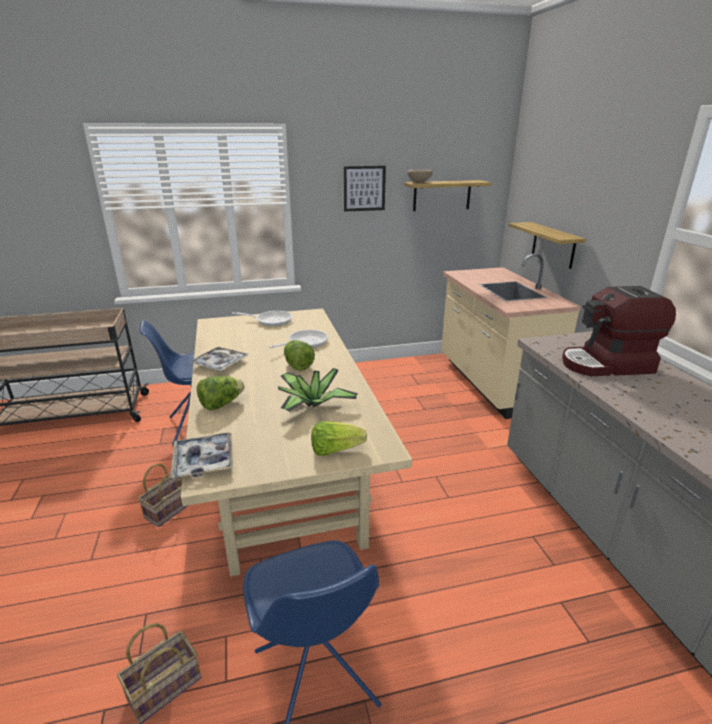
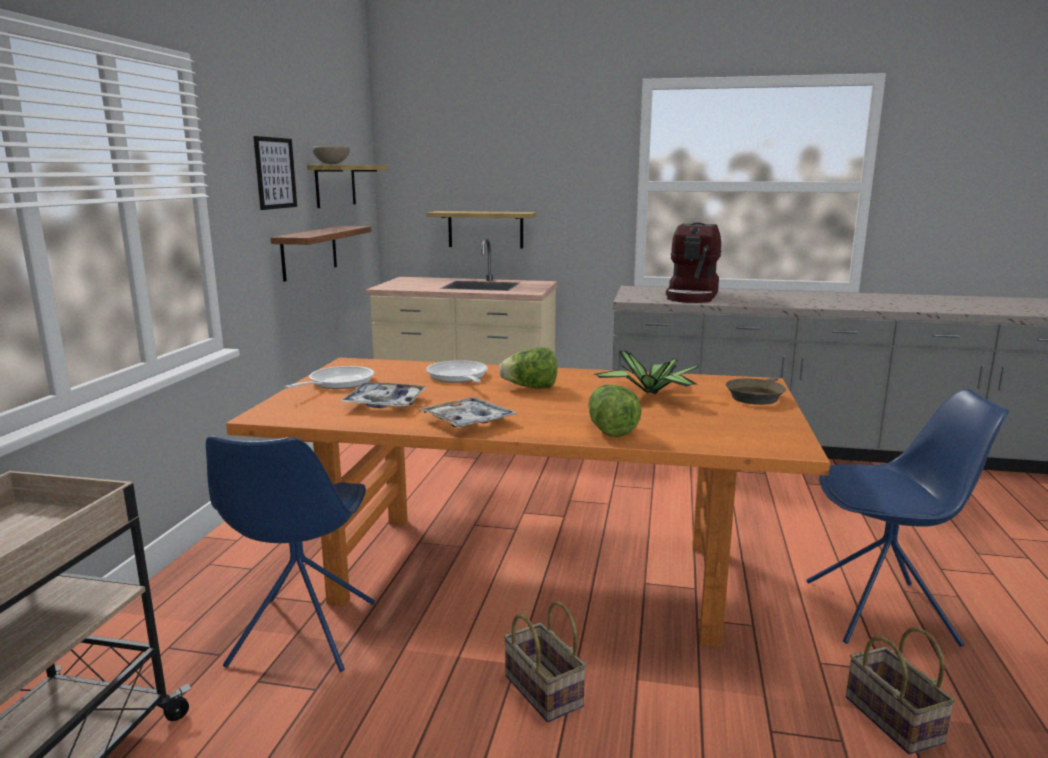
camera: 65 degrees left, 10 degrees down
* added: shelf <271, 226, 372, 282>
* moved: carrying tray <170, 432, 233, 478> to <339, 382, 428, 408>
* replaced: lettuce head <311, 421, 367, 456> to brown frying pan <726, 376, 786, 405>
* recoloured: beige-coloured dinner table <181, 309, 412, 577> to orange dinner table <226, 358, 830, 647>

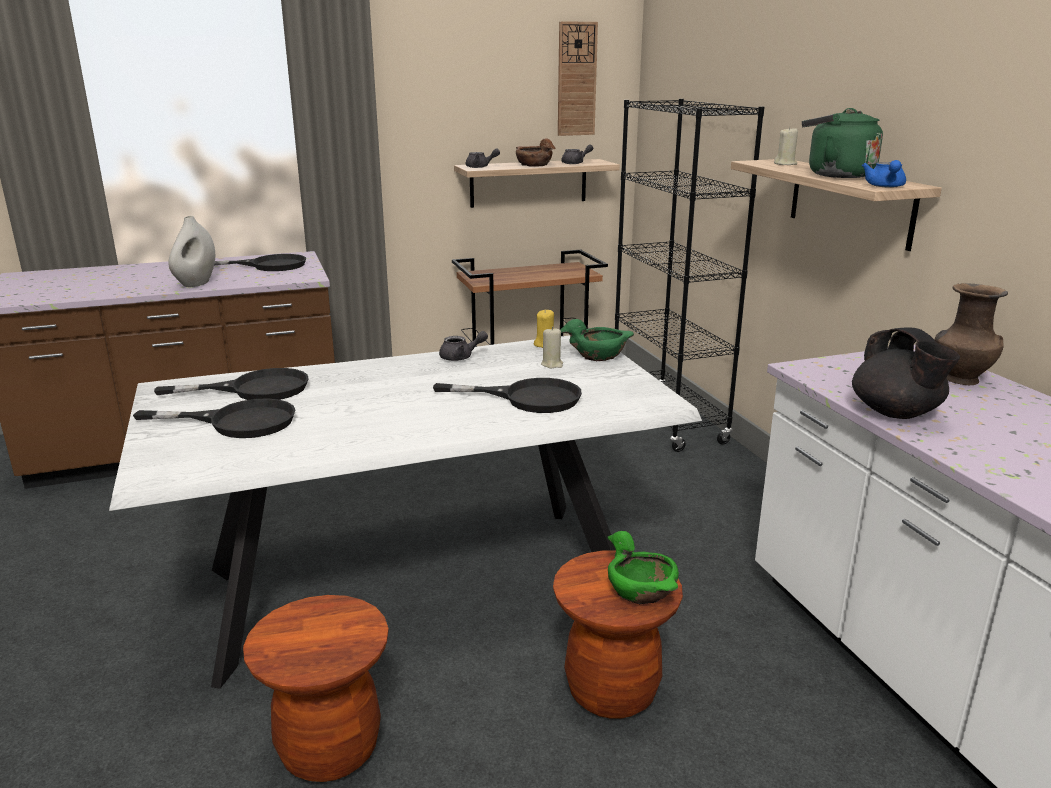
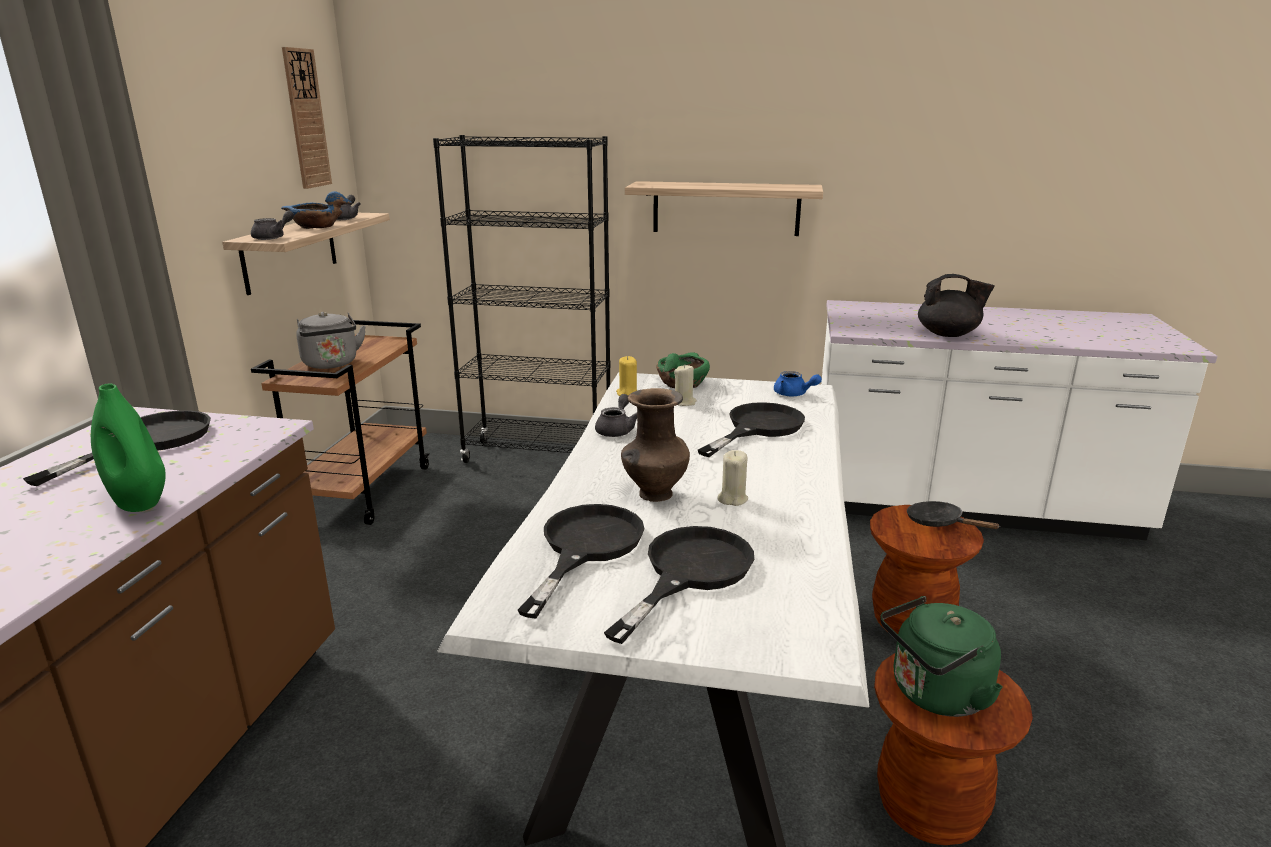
camera: 60 degrees left, 0 degrees up
* added: greyish water kettle <296, 312, 366, 369>
* moved: beige-coloured wax light <774, 127, 798, 165> to <718, 450, 748, 506>
* moved: greenish water kettle <802, 108, 883, 178> to <880, 596, 1003, 717>
* moved: bluish tea pot <862, 160, 906, 188> to <774, 371, 822, 396>
* moved: brown vase <935, 283, 1008, 385> to <621, 388, 690, 502>
* replaced: greenish deep dish <608, 531, 679, 605> to black-coloured frying pan <907, 501, 1000, 529>
* recoloured: white vase <168, 216, 215, 287> to greenish vase <91, 383, 166, 512>
* recoloured: brown deep dish <516, 138, 556, 167> to bluish deep dish <281, 191, 352, 229>

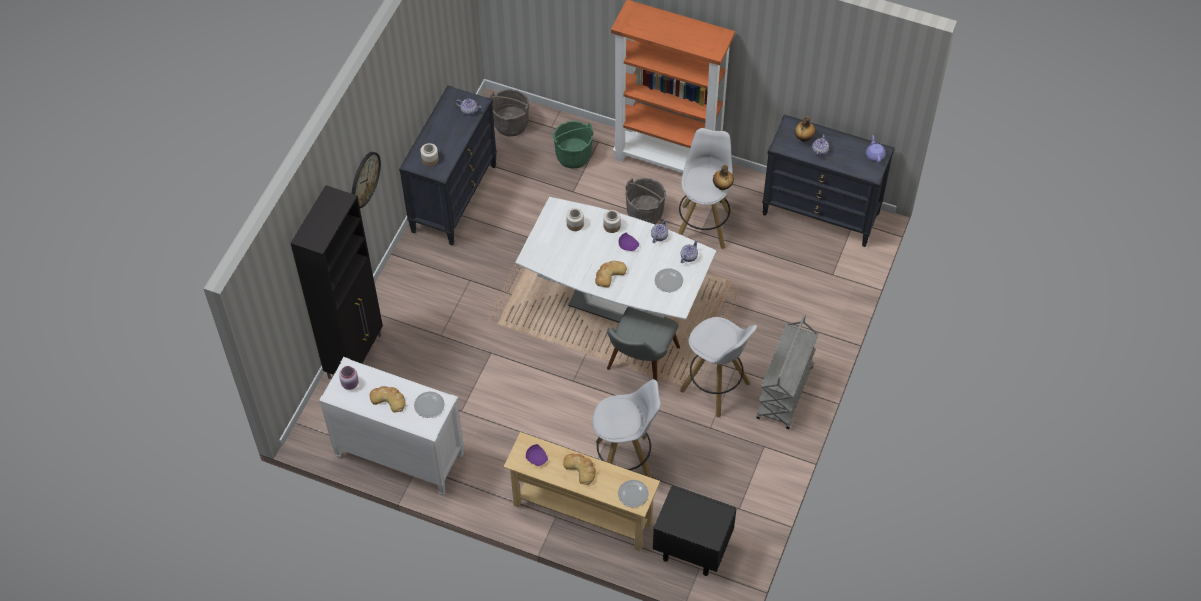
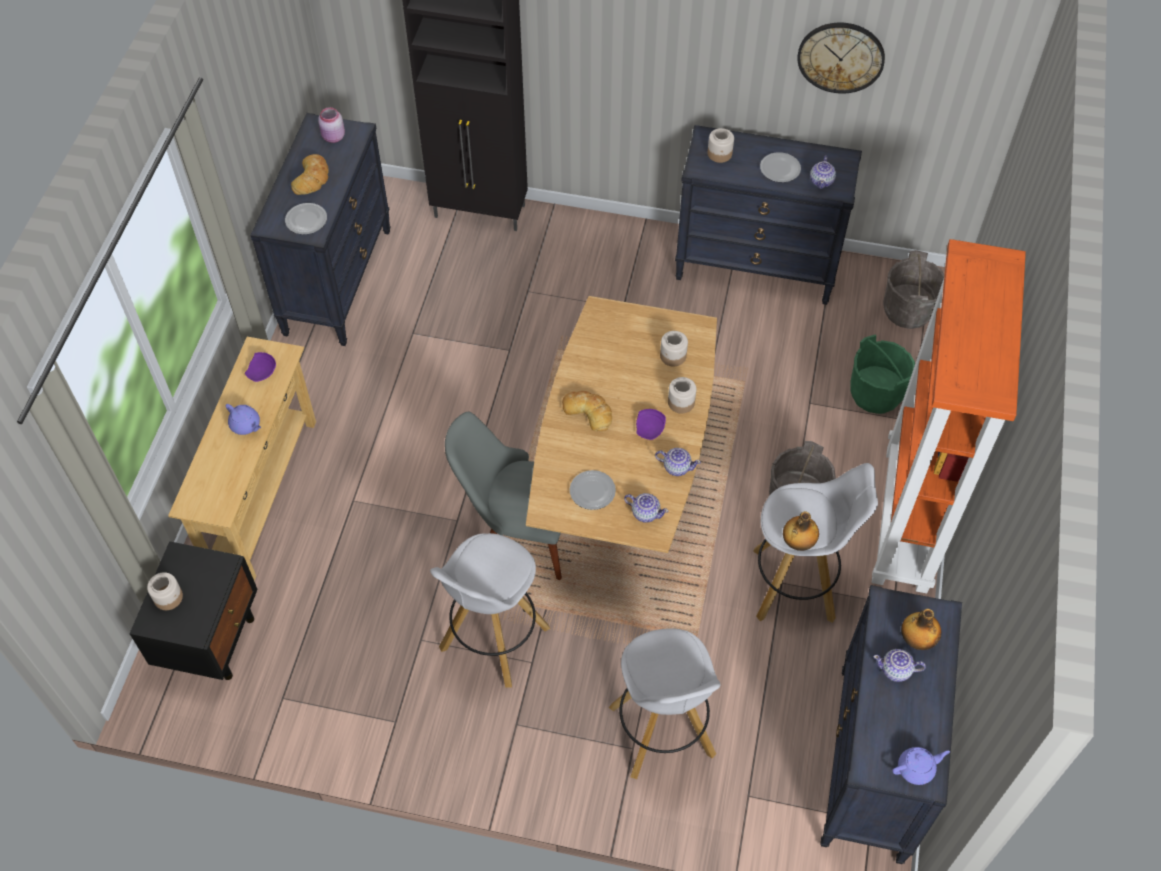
camera: 80 degrees right, 0 degrees up
* removed: greyish wheeled cart <756, 315, 818, 429>
* added: storage jar <147, 572, 183, 610>
* moved: clock on the wall <352, 152, 381, 208> to <797, 23, 885, 93>
* moved: white stool <593, 379, 661, 478> to <609, 628, 720, 779>
* moved: flat dish <618, 480, 649, 507> to <760, 152, 801, 182>
* replaced: bread <563, 453, 596, 485> to purplish tea pot <225, 404, 261, 435>
* recoloured: white chest of drawers <319, 357, 464, 496> to black-coloured chest of drawers <250, 113, 391, 346>
* recoloured: white dinner table <515, 197, 716, 323> to brown dinner table <526, 296, 717, 553>

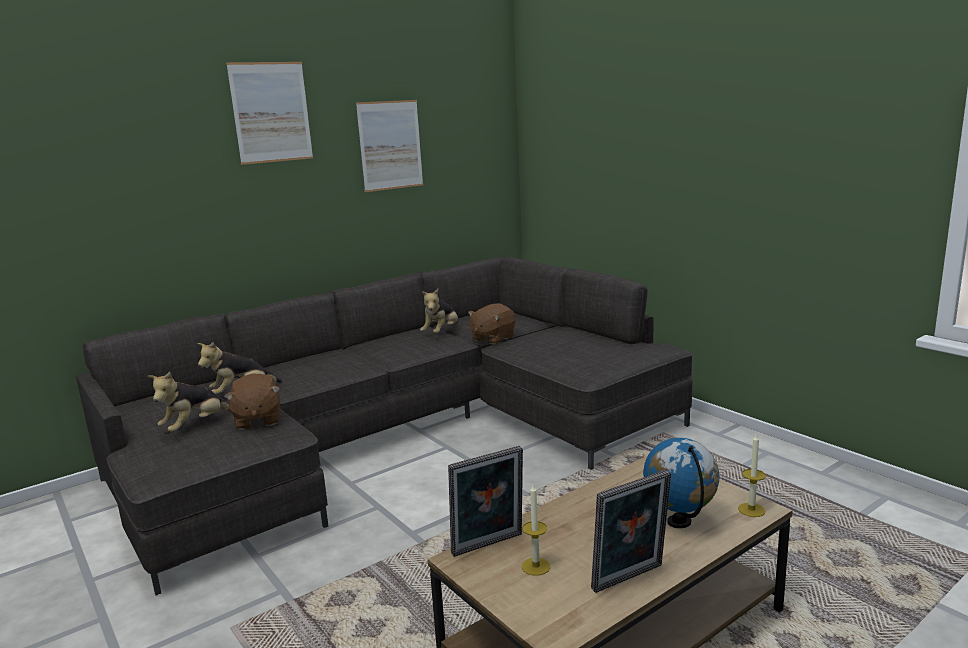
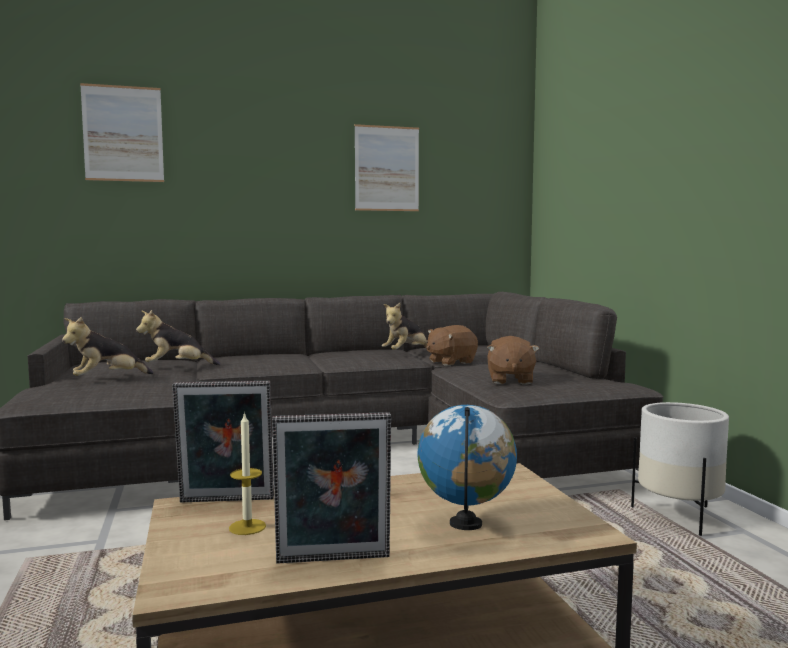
camera: 20 degrees right, 10 degrees down
* removed: wax light <738, 433, 766, 517>
* added: white planter <631, 402, 729, 536>
* moved: brown soft toy <224, 374, 280, 430> to <487, 336, 540, 385>
* moved: picture <226, 62, 313, 165> to <80, 83, 164, 182>

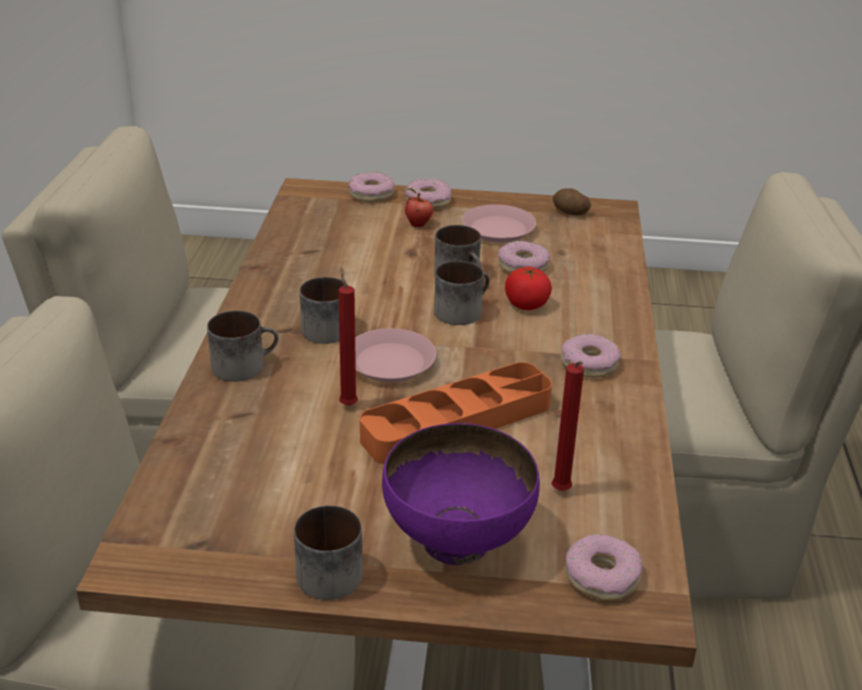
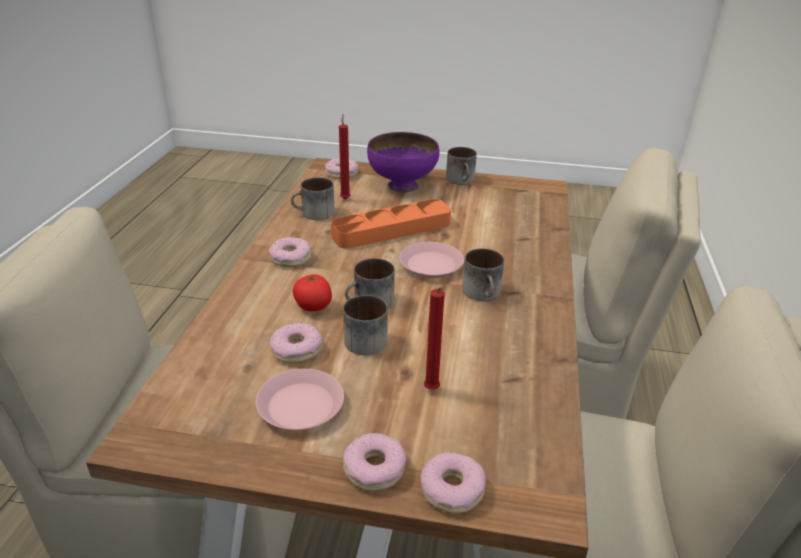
camera: 175 degrees left, 0 degrees up
* removed: apple fruit <401, 188, 433, 227>
* removed: whole potato <553, 189, 591, 216>
* moved: coffee mug <207, 311, 279, 382> to <291, 177, 335, 220>
* moved: red wax light <338, 268, 358, 406> to <424, 287, 445, 390>

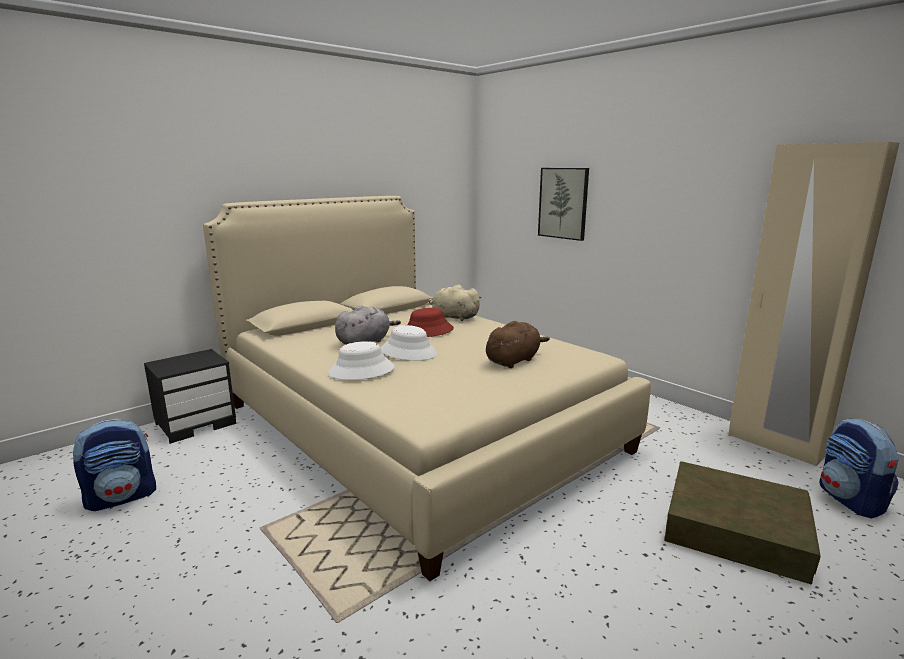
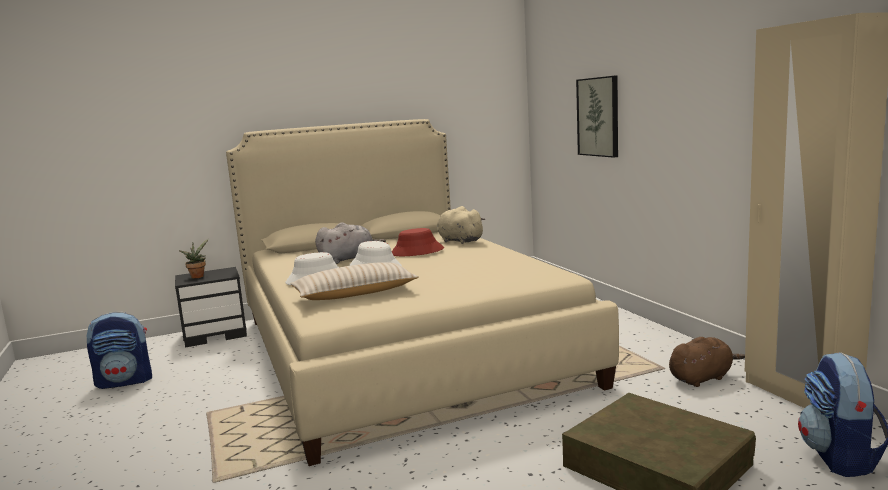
camera: 20 degrees right, 5 degrees down
* added: potted plant <179, 239, 209, 279>
* added: beige-coloured throw pillow <291, 262, 418, 300>
* moved: brown soft toy <486, 321, 550, 368> to <669, 337, 745, 387>

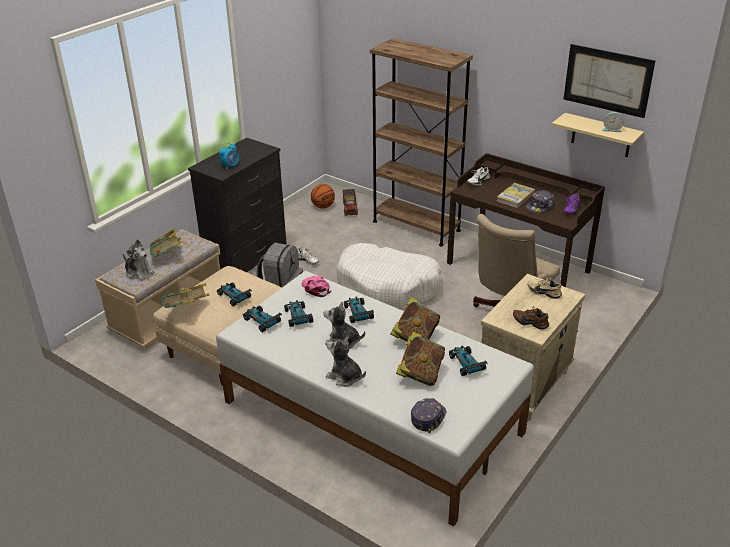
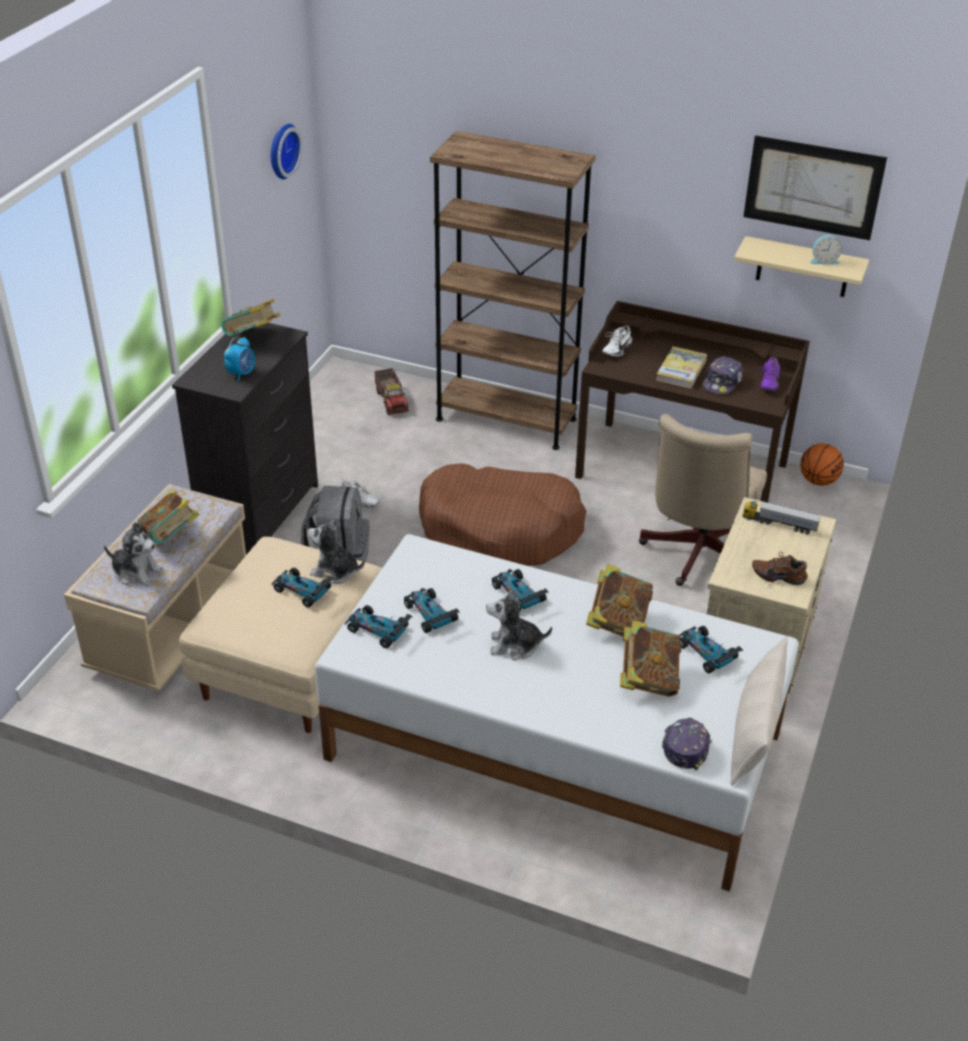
camera: 15 degrees left, 5 degrees up
* removed: pinkish peaked cap <301, 276, 331, 297>
* added: clock on the wall <271, 124, 303, 179>
* added: beige-coloured throw pillow <731, 637, 788, 786>
* moved: book <162, 283, 209, 308> to <222, 299, 280, 336>
* moved: basketball <311, 184, 335, 208> to <800, 443, 844, 486>
* moved: soft toy <326, 335, 366, 387> to <308, 517, 365, 584>
* replaced: beige-coloured item of footwear <527, 277, 562, 299> to toy lorry <742, 501, 821, 535>
* recoloured: white dog cushion <336, 243, 441, 310> to brown dog cushion <419, 463, 586, 566>

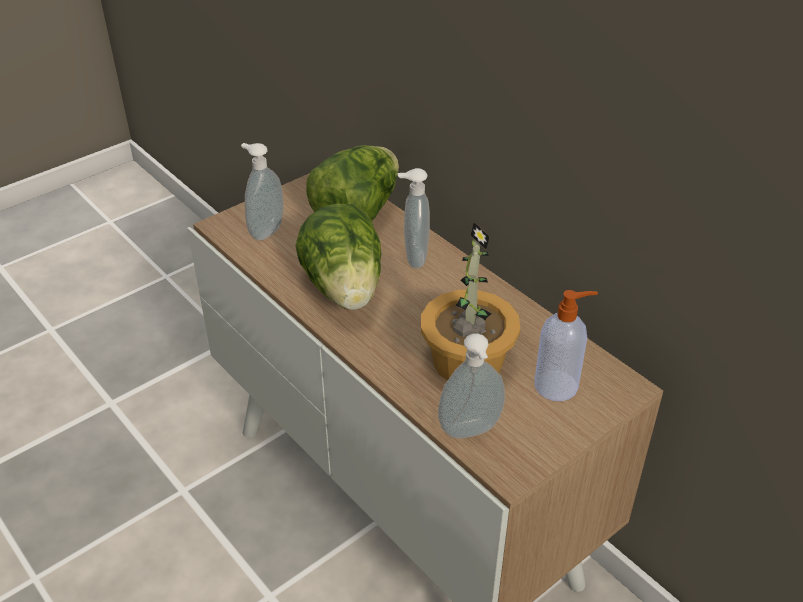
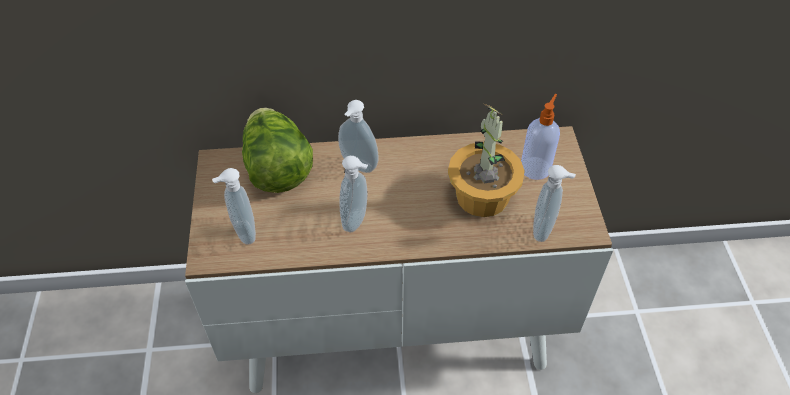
camera: 55 degrees left, 10 degrees up
* replaced: lettuce head <295, 203, 381, 310> to soap dispenser <339, 156, 368, 232>

